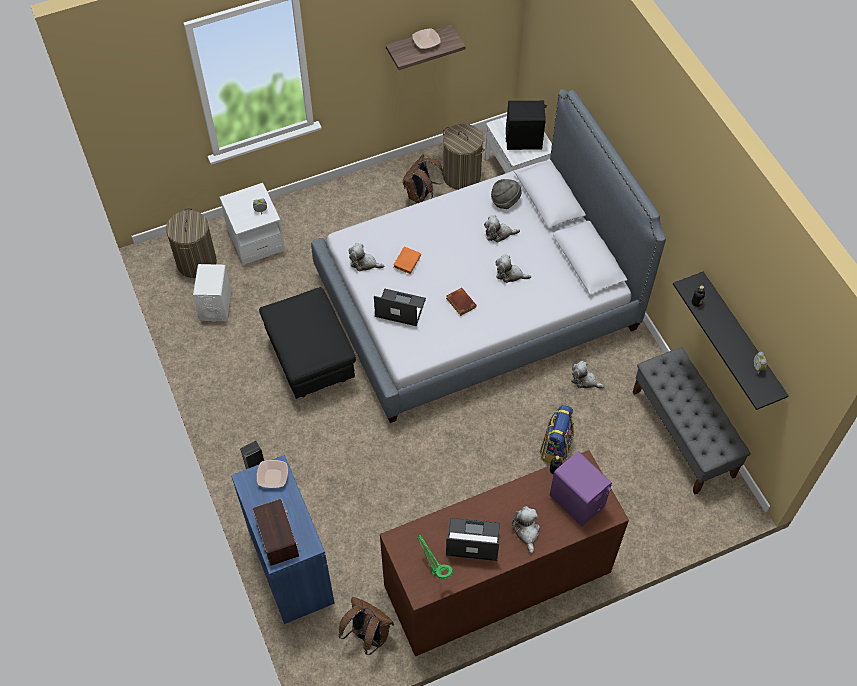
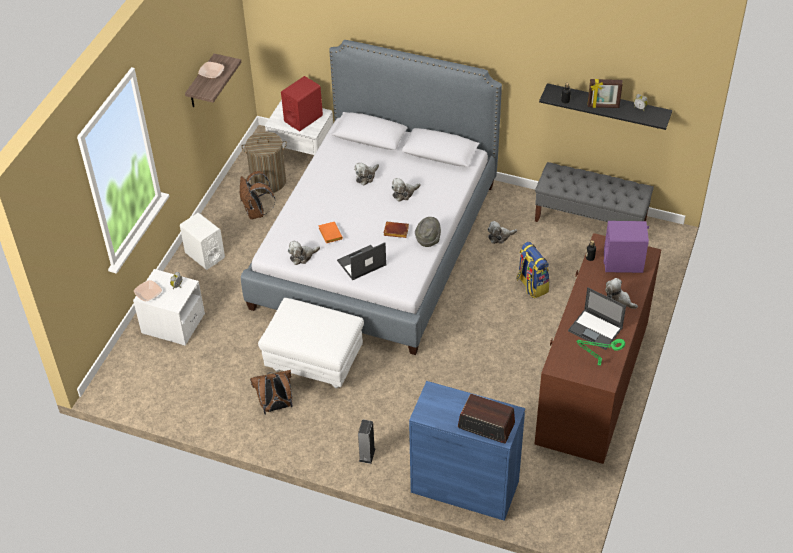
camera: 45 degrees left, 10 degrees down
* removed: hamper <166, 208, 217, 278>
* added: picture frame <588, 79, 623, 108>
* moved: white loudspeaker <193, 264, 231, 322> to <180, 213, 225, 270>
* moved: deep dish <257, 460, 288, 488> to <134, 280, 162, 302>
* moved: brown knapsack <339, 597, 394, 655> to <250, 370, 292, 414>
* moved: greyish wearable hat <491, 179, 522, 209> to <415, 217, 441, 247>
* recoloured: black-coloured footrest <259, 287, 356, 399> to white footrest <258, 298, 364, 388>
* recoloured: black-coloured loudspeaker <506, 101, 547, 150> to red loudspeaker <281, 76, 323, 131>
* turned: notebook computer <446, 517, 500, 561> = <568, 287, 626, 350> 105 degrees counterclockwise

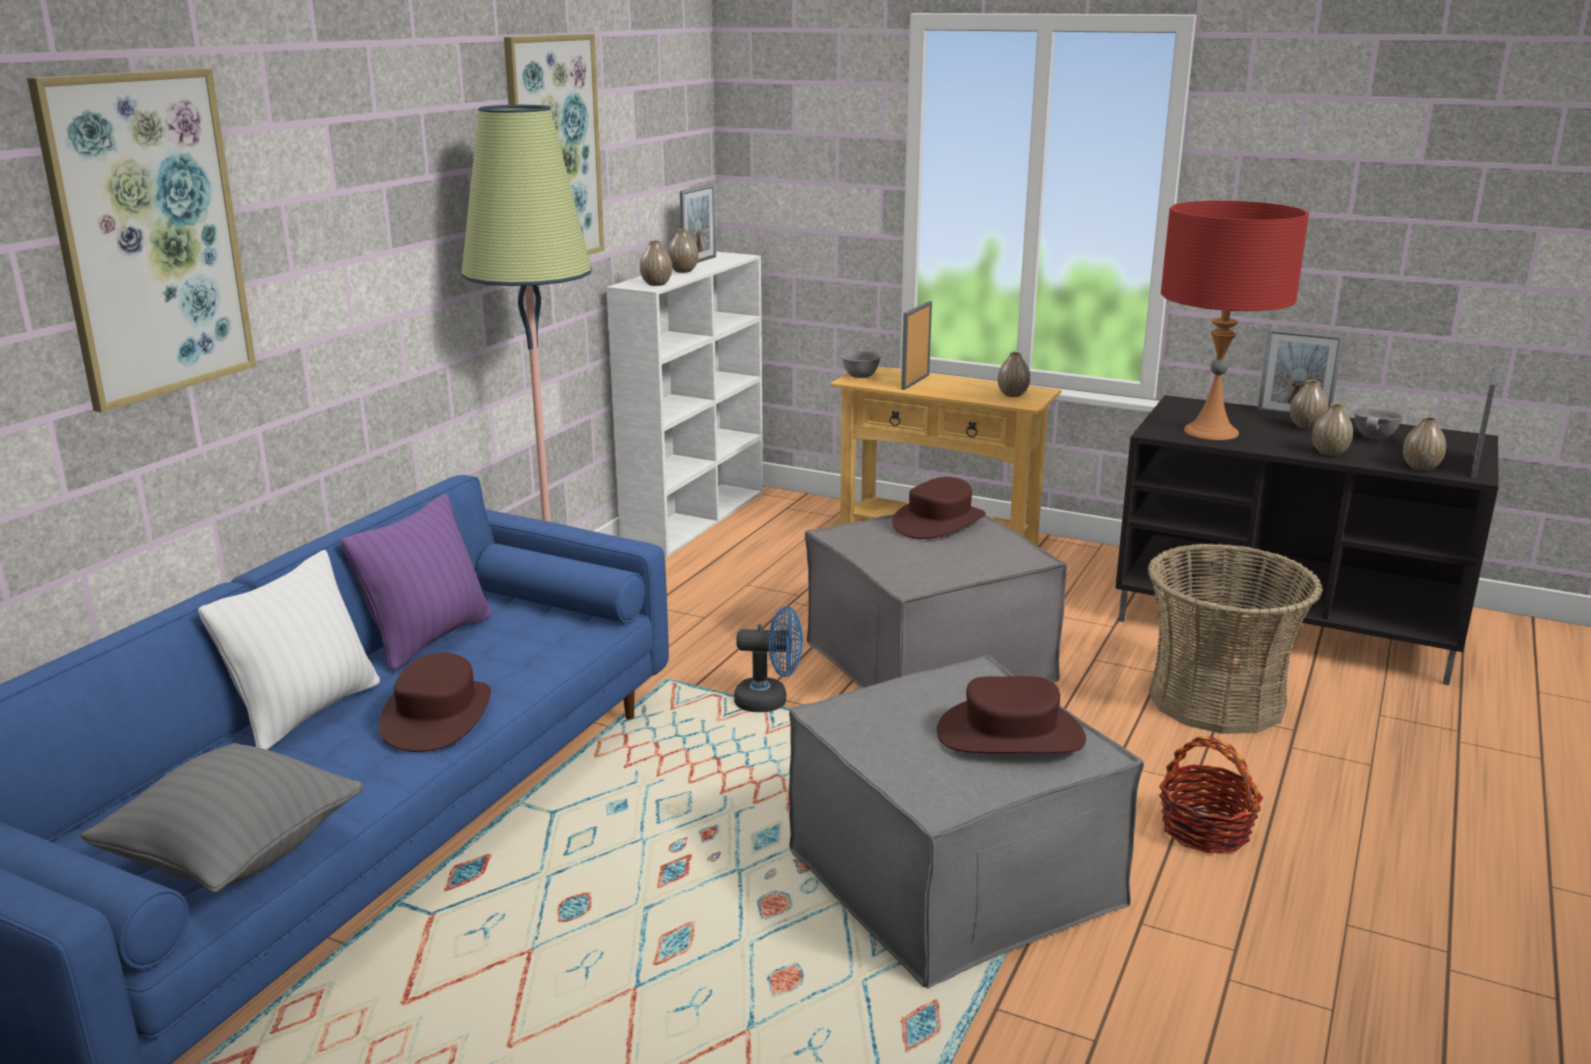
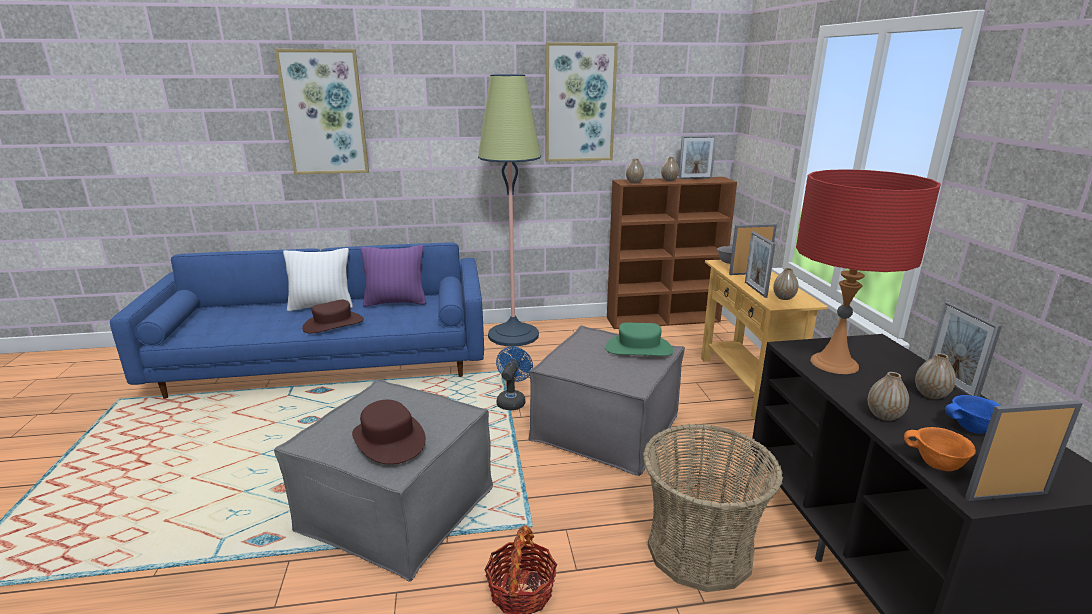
camera: 55 degrees right, 0 degrees up
* removed: greyish throw pillow <80, 743, 363, 893>
* added: picture frame <745, 231, 775, 298>
* replaced: vase <1403, 417, 1446, 471> to orange deep dish <904, 427, 976, 471>
* recoloured: white shelving unit <606, 252, 763, 558> to brown shelving unit <607, 177, 737, 329>
* recoloured: brown wearable hat <892, 477, 986, 539> to greenish wearable hat <605, 323, 673, 356>
* recoloured: greyish deep dish <1354, 406, 1404, 440> to bluish deep dish <945, 395, 1001, 434>
* turned: bluish electric fan <734, 606, 803, 712> = <496, 347, 533, 410> 135 degrees counterclockwise

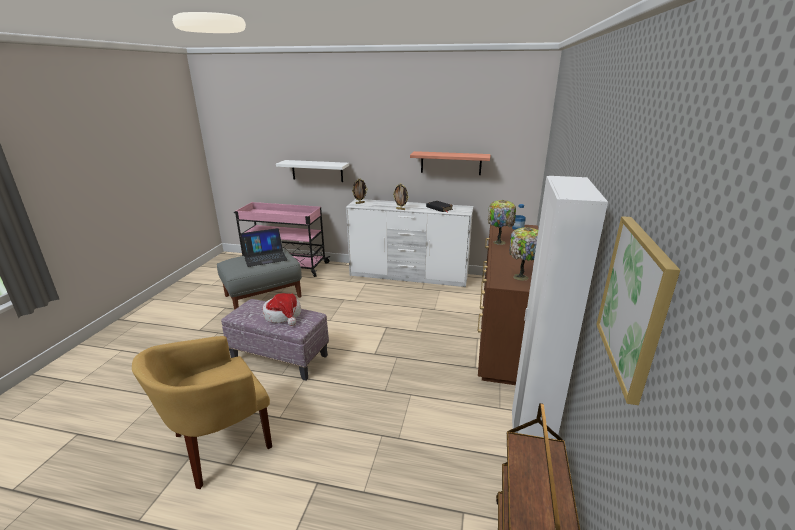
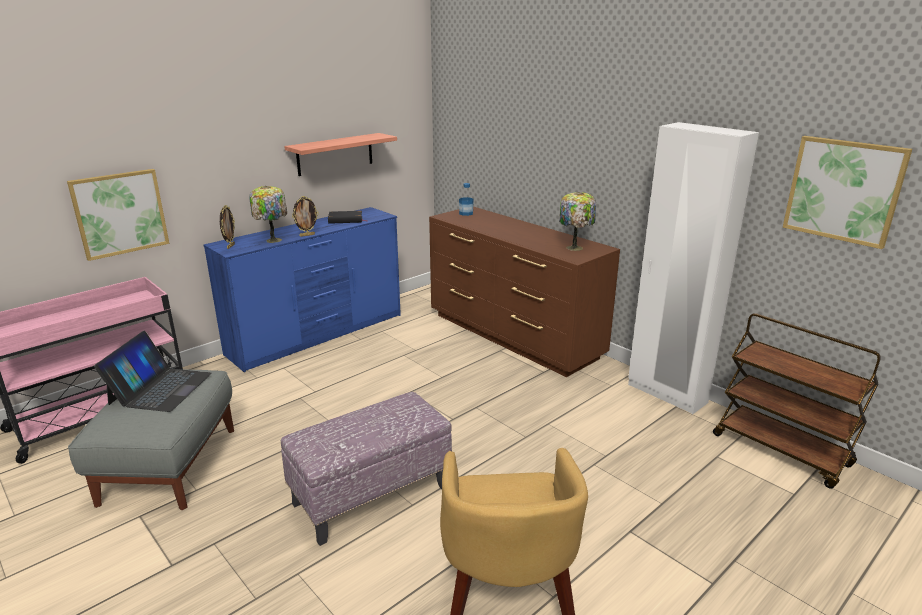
camera: 55 degrees left, 0 degrees up
* removed: wearable hat <262, 293, 301, 326>
* moved: table lamp <488, 200, 516, 245> to <249, 186, 287, 243>
* replaced: white shelf <276, 160, 349, 182> to picture <67, 169, 169, 261>
* recoloured: white chest of drawers <346, 199, 473, 288> to bluish chest of drawers <203, 207, 401, 372>

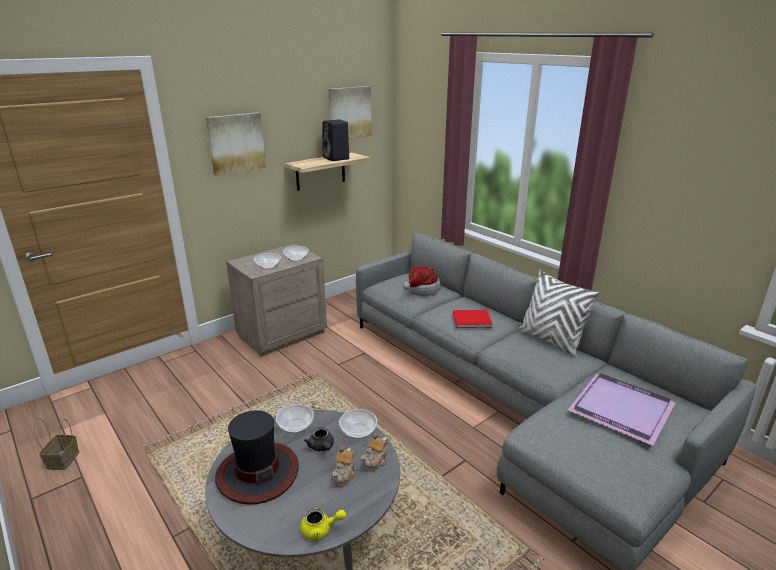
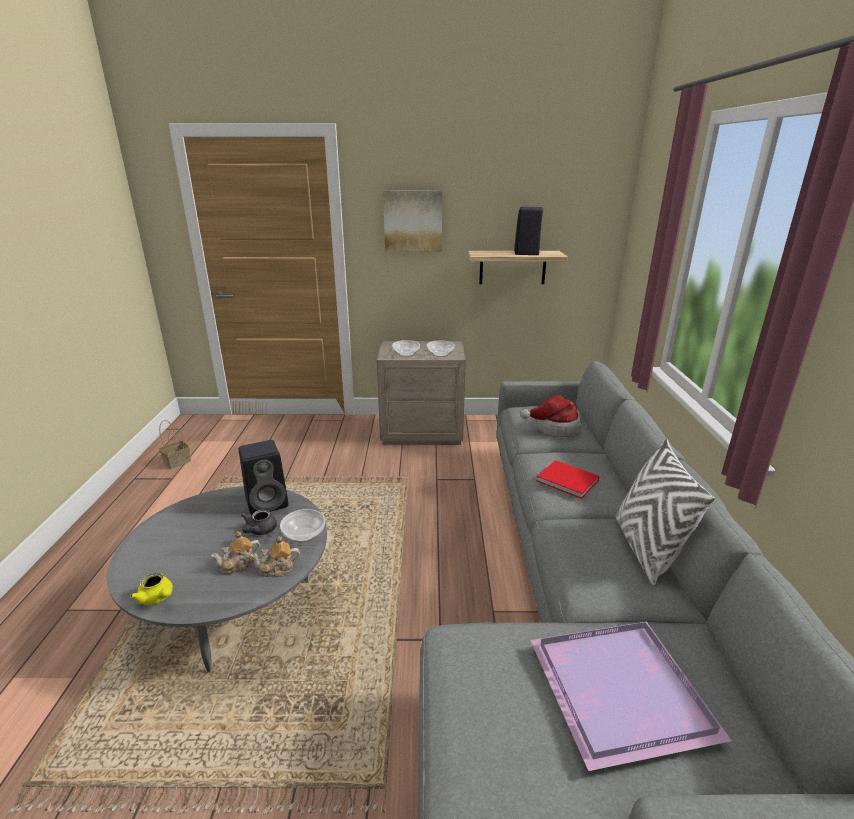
camera: 40 degrees right, 0 degrees up
* removed: wearable hat <215, 410, 299, 505>
* removed: picture <329, 86, 372, 139>
* replaced: deep dish <276, 404, 314, 434> to black-coloured loudspeaker <239, 440, 289, 515>

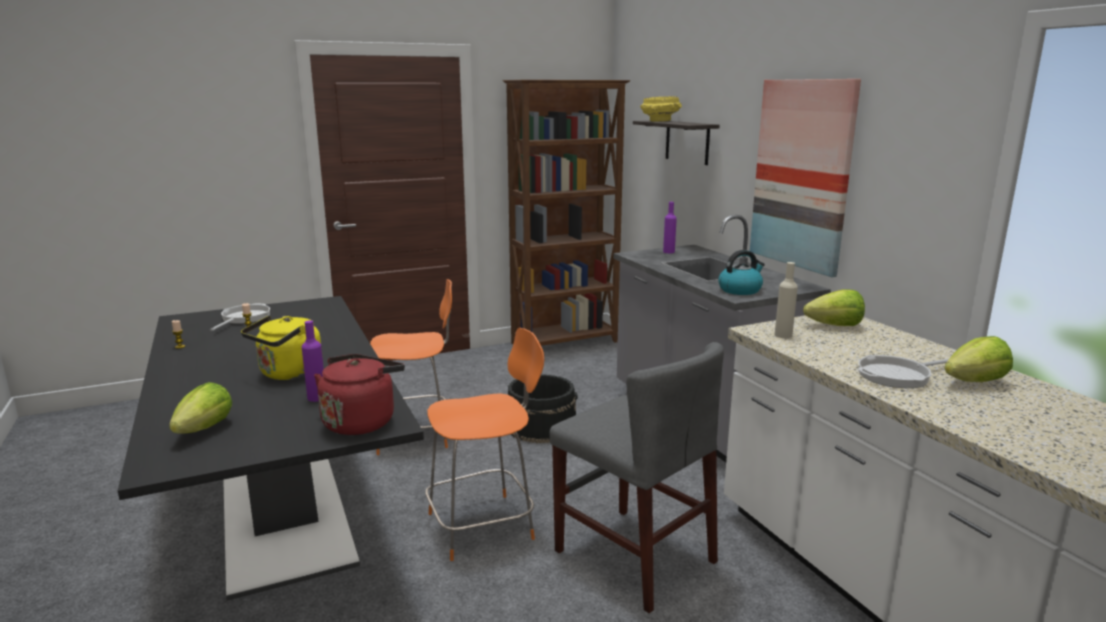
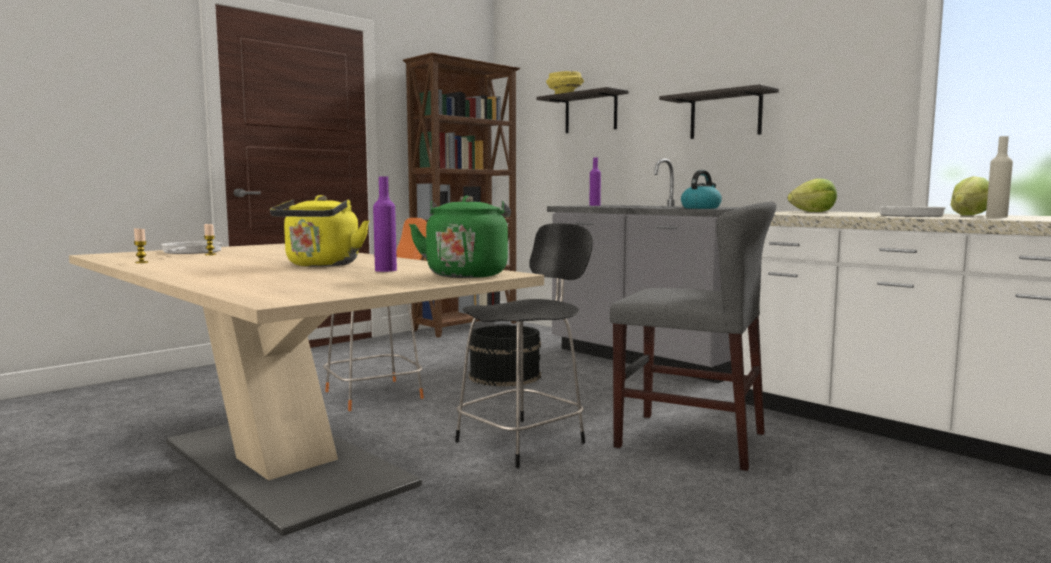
camera: 20 degrees left, 10 degrees down
* removed: lettuce head <169, 382, 232, 433>
* moved: beige-coloured bottle <775, 262, 798, 338> to <986, 136, 1013, 218>
* replaced: picture <750, 79, 861, 277> to shelf <659, 84, 779, 139>
* recoloured: black-coloured dinner table <118, 296, 424, 601> to beige-coloured dinner table <69, 244, 544, 536>
* recoloured: red water kettle <314, 354, 405, 435> to greenish water kettle <409, 196, 511, 278>
* recoloured: orange stool <425, 328, 544, 561> to black-coloured stool <455, 223, 593, 468>

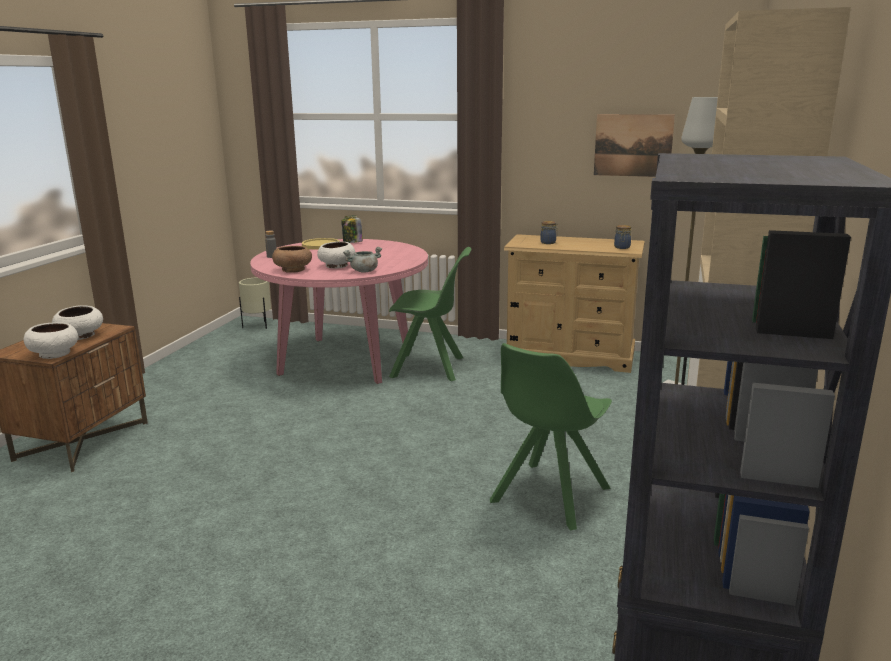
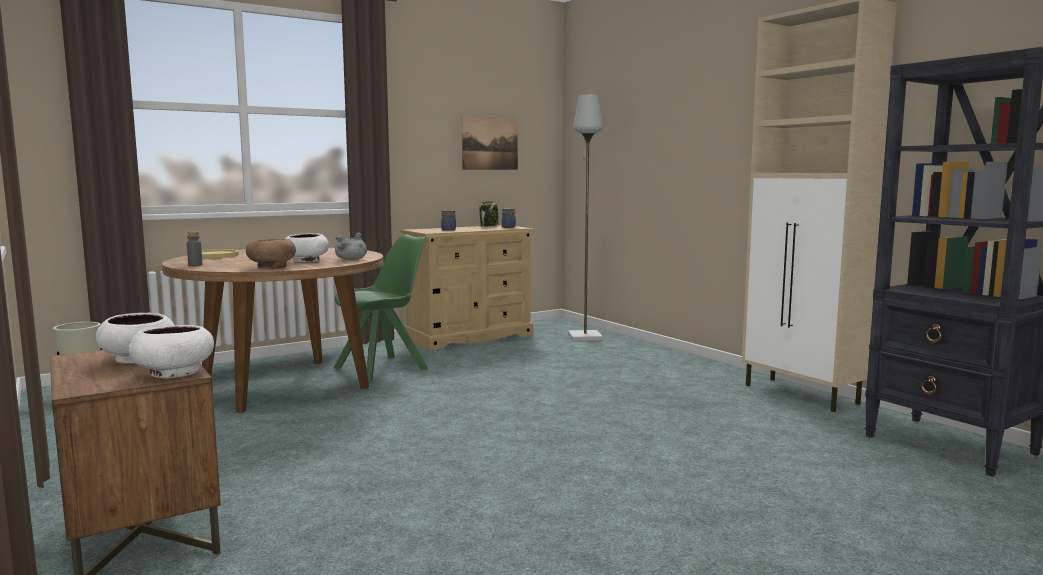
camera: 50 degrees left, 10 degrees down
* removed: greenish upright chair <490, 343, 612, 530>
* moved: storage jar <341, 216, 363, 243> to <479, 201, 499, 227>
* recoloured: pinkish dinner table <250, 239, 428, 384> to brown dinner table <162, 248, 383, 413>

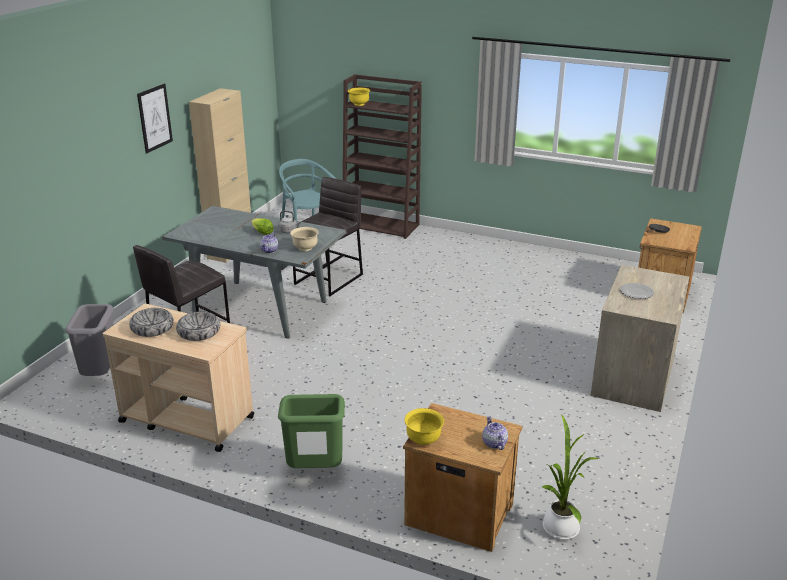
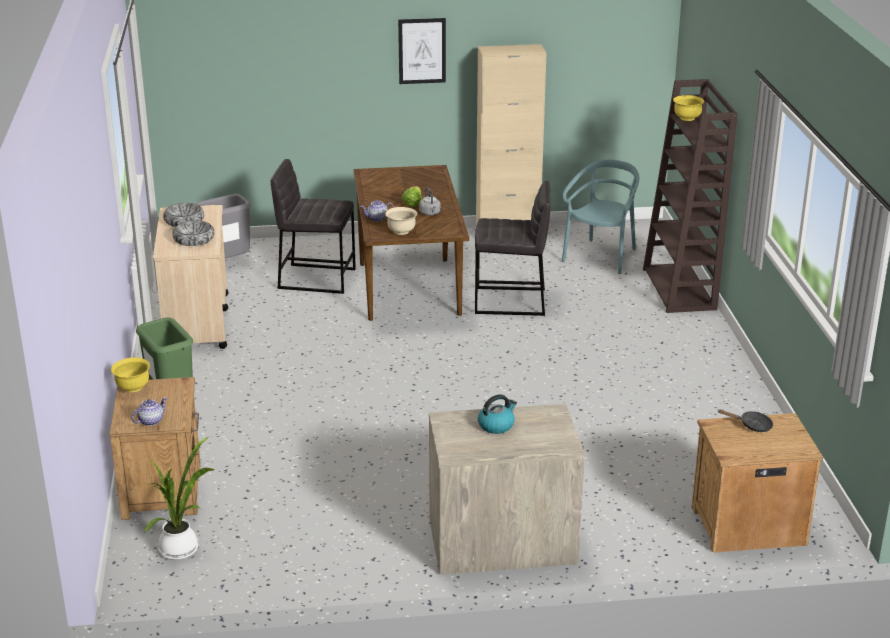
camera: 60 degrees right, 0 degrees up
* replaced: flat dish <620, 283, 654, 299> to water kettle <478, 394, 517, 434>
* recoloured: greyish dinner table <162, 206, 347, 339> to brown dinner table <353, 165, 469, 321>

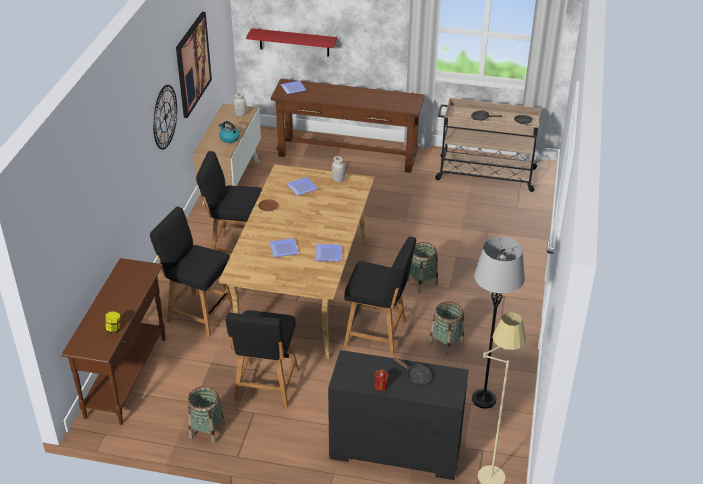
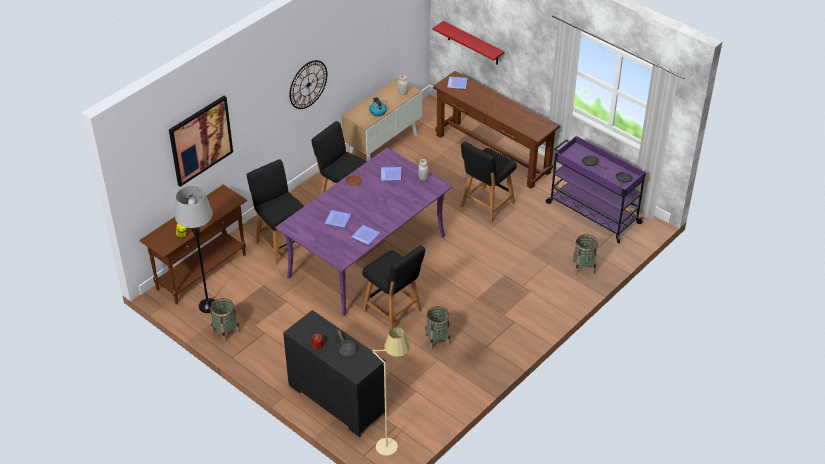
camera: 30 degrees right, 5 degrees up
* moved: picture <176, 12, 212, 118> to <169, 96, 233, 187>
* moved: black-coloured upright chair <225, 310, 299, 408> to <461, 142, 517, 223>
* moved: household basket <407, 242, 438, 293> to <572, 234, 598, 275>
* moved: greyish standard lamp <472, 237, 525, 409> to <175, 186, 215, 313>
* recoloured: beige-coloured dinner table <218, 164, 374, 359> to purplish dinner table <275, 148, 453, 316>
* recoloured: beige-coloured wheeled cart <435, 98, 541, 192> to purplish wheeled cart <546, 136, 646, 243>

